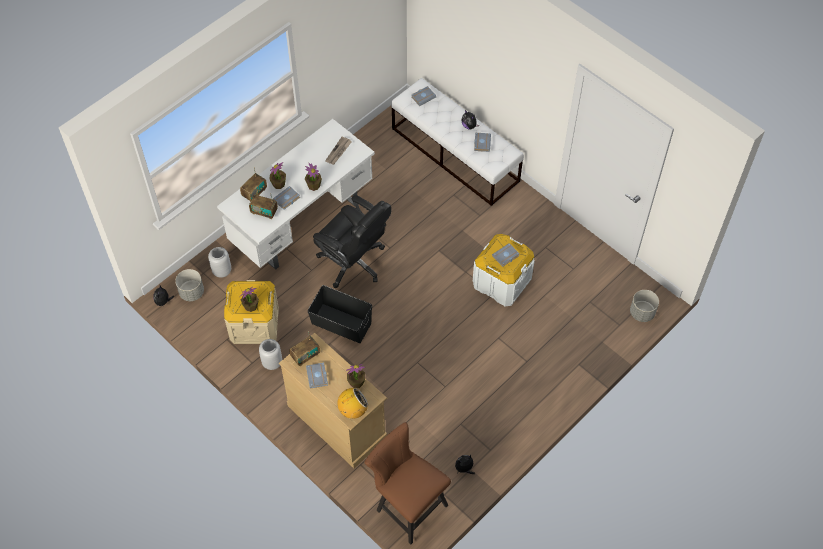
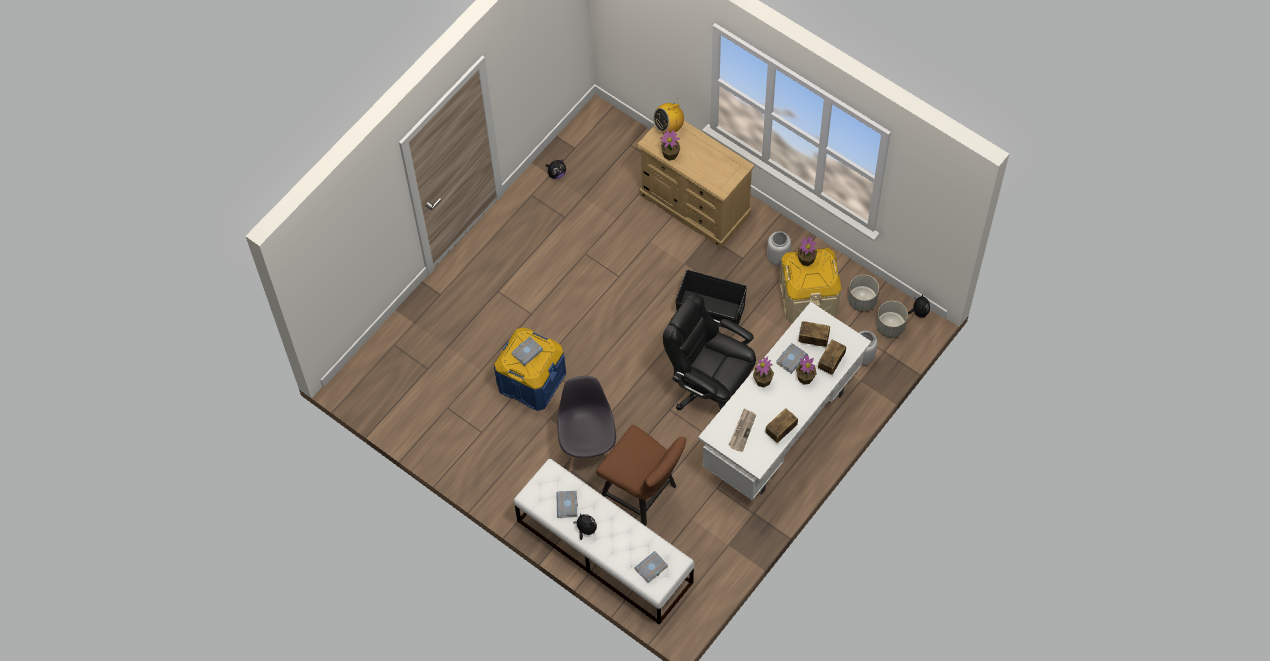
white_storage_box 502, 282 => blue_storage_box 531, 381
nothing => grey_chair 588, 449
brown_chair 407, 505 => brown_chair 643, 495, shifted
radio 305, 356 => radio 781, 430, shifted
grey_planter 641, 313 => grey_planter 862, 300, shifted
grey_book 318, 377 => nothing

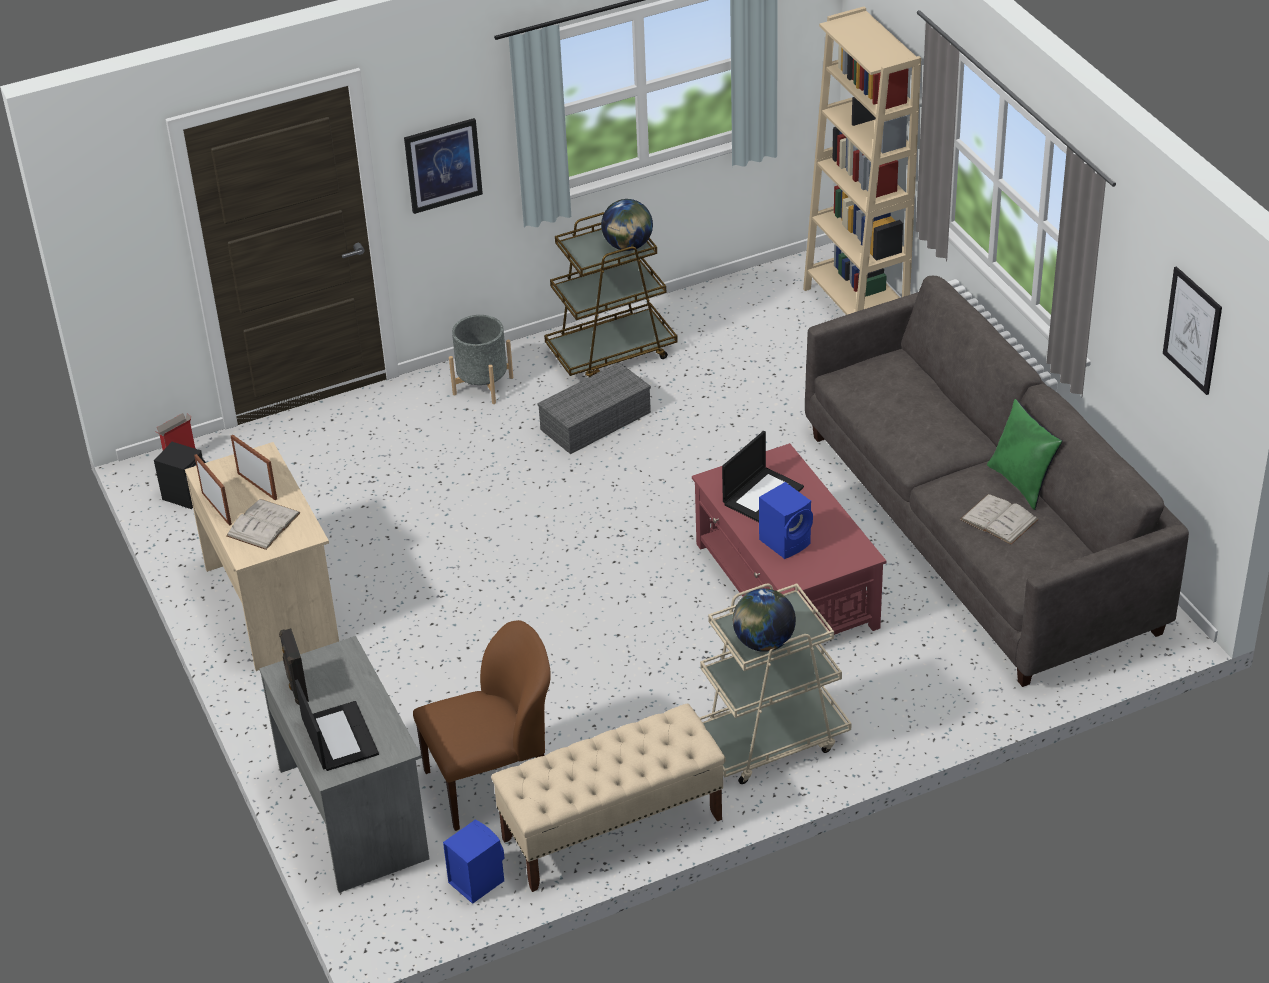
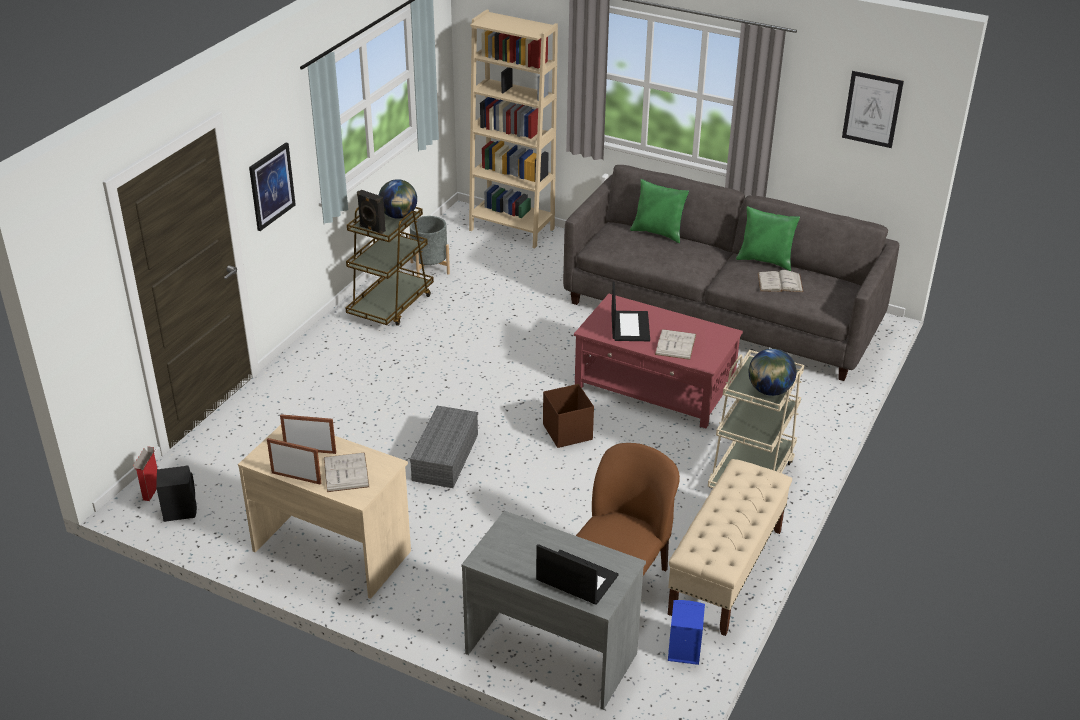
black_speaker 296, 688 => black_speaker 372, 229, shifted
grey_planter 483, 385 => grey_planter 430, 268, shifted
grey_storage_box 596, 420 => grey_storage_box 445, 456, shifted
nothing => brown_storage_box 567, 432
nothing => green_pillow 658, 233
blue_speaker 786, 541 => white_book 675, 344

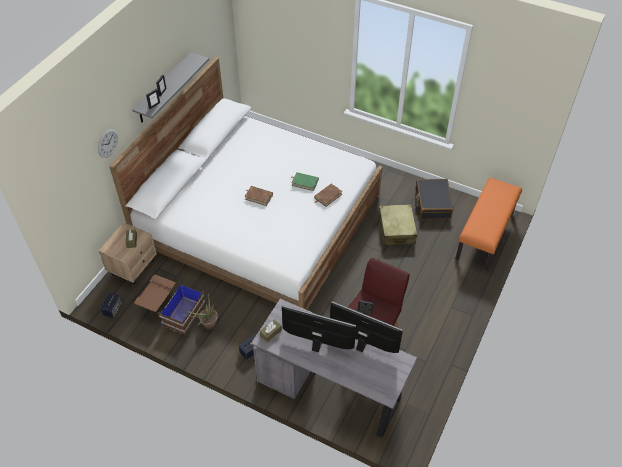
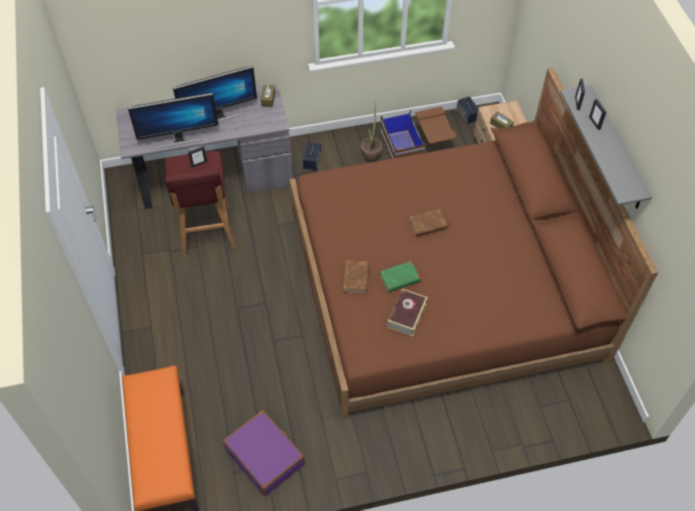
black_suitcase 432, 204 => purple_suitcase 265, 457
white_bed 259, 219 => brown_bed 443, 284
nothing => book 406, 315
wall_clock 107, 143 => nothing
beige_suitcase 396, 230 => nothing

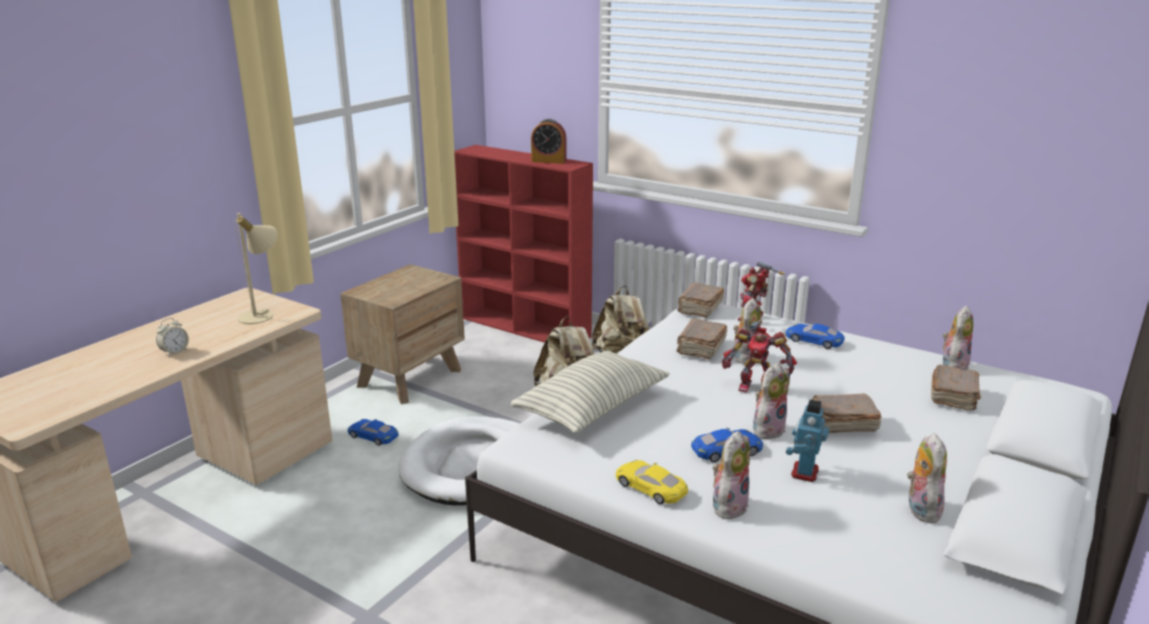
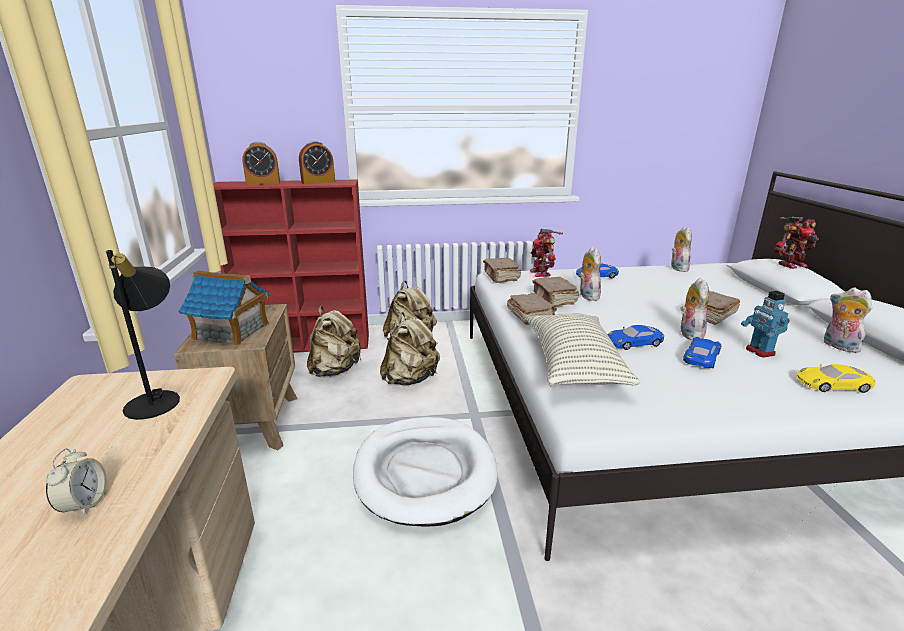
beige_table_lamp 262, 315 => black_table_lamp 158, 399
nothing => toy_house 231, 332
nothing => alarm_clock 263, 183
nothing => beige_backpack 335, 370
brown_book 953, 397 => brown_book 530, 317, shifted
blue_toy_car 373, 436 => blue_toy_car 634, 342, shifted
toy_robot 755, 387 => toy_robot 790, 264, shifted
yellow_toy_car 650, 487 => yellow_toy_car 833, 384, shifted
plush_toy 728, 505 => nothing

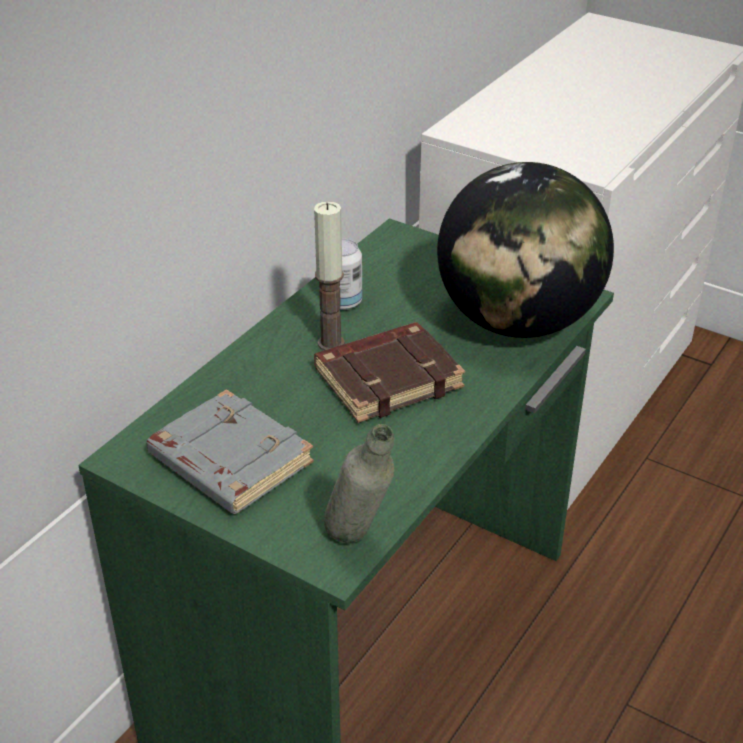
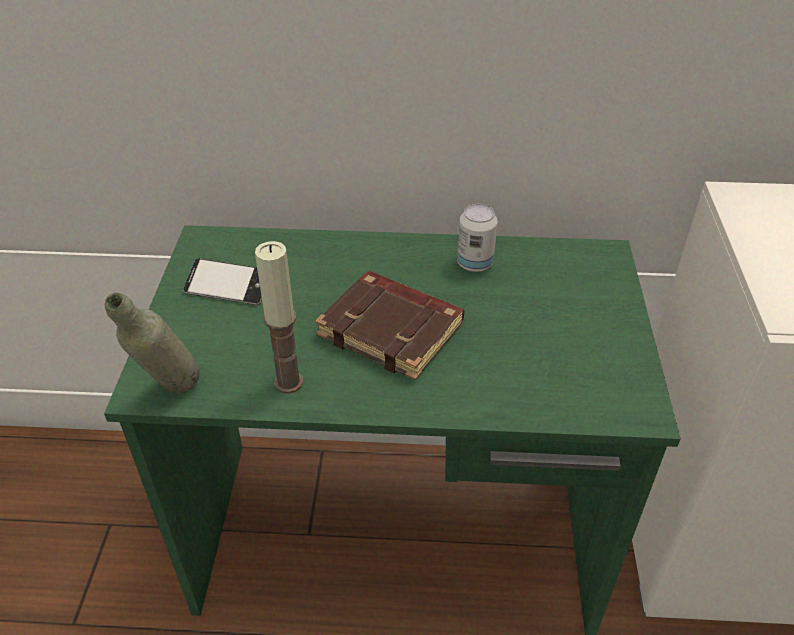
grey_book 228, 461 => phone 228, 287
candle 330, 343 => candle 288, 382, shifted
globe 517, 321 => nothing

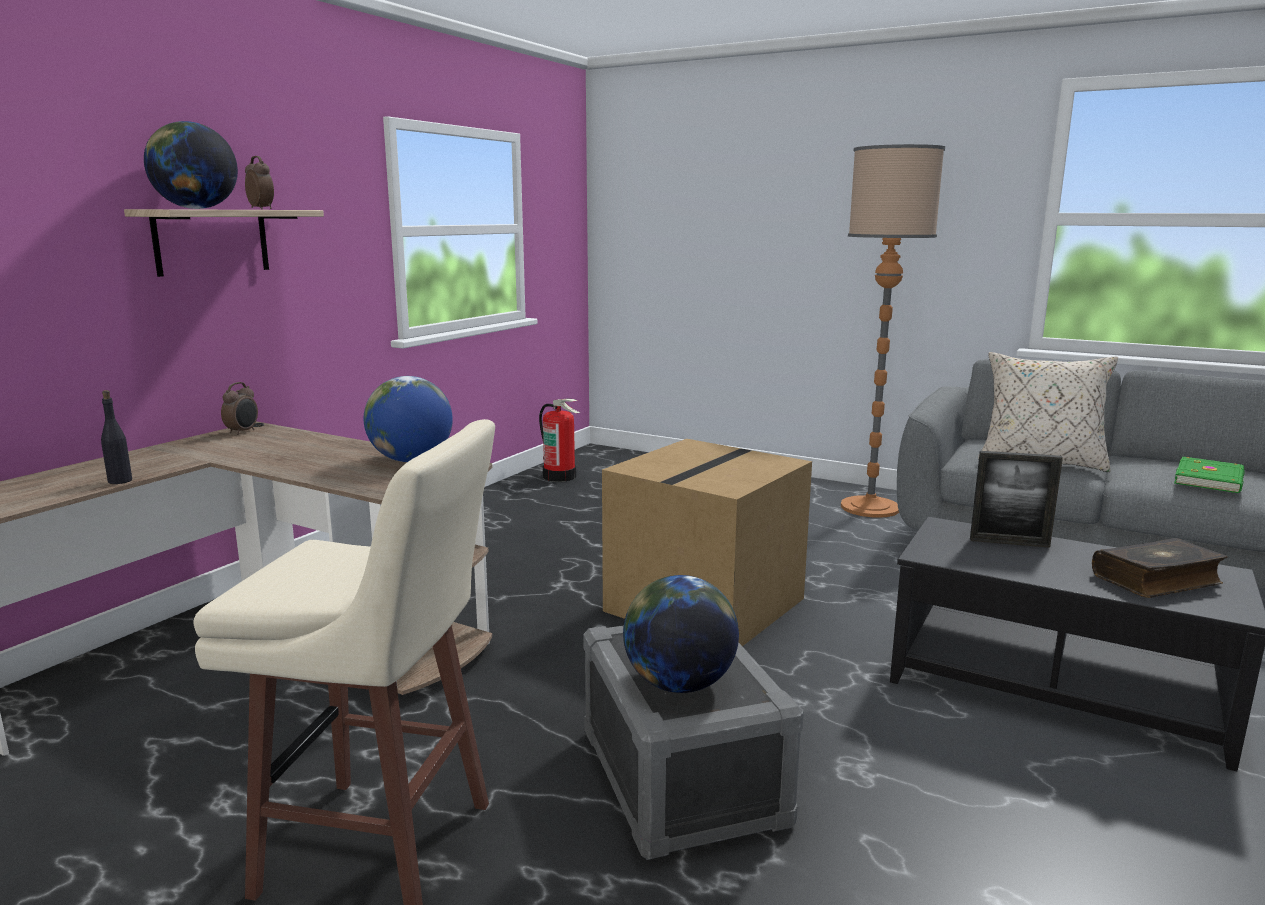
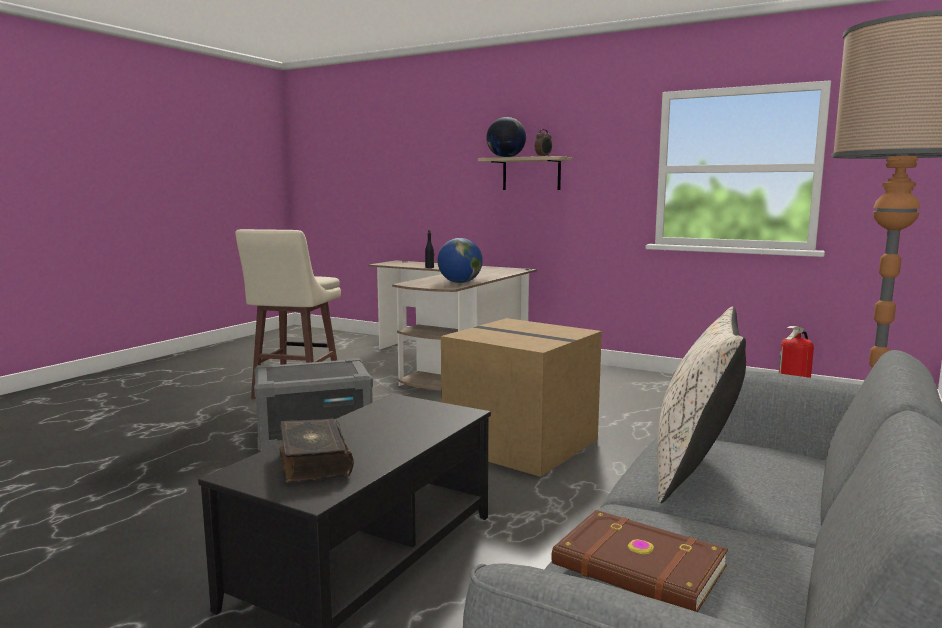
green_book 1210, 479 => brown_book 638, 567
alarm_clock 243, 432 => nothing
globe 679, 684 => nothing
picture_frame 1009, 542 => nothing

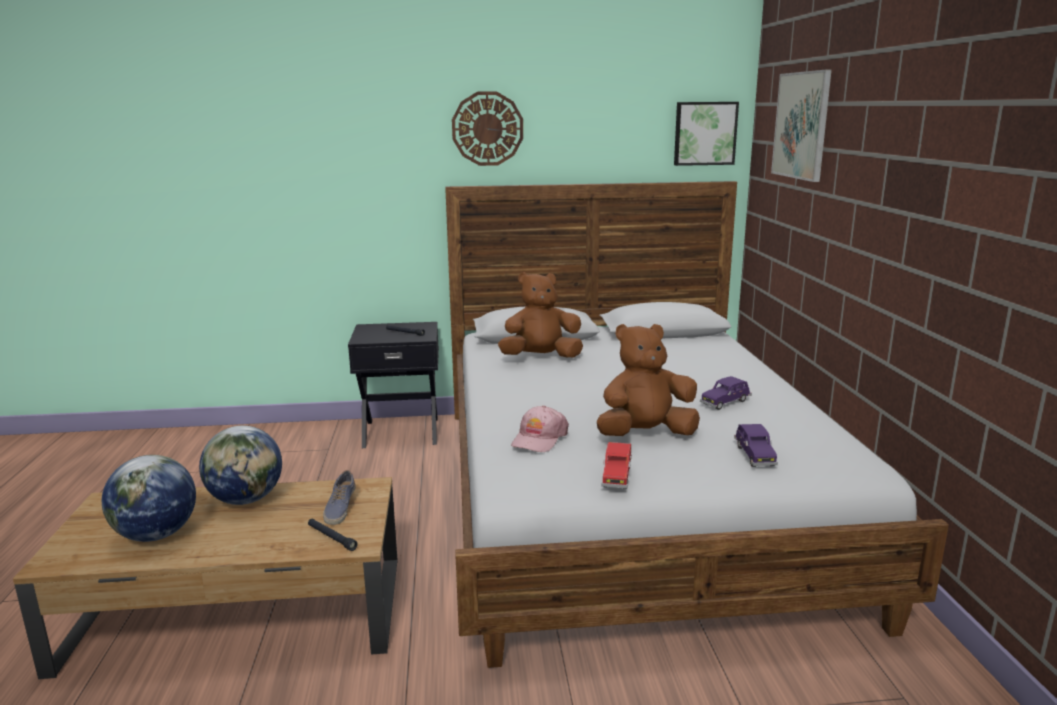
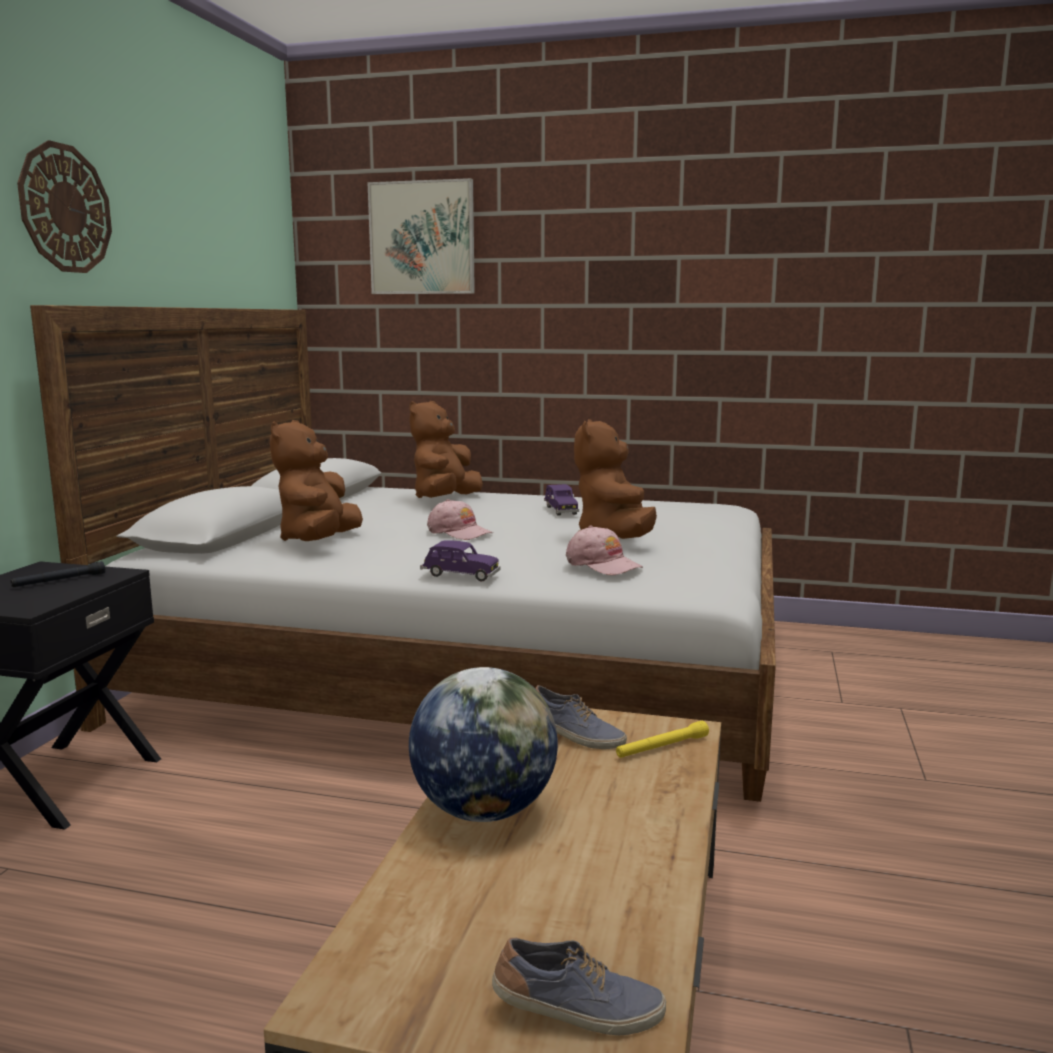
nothing => brown_plush_toy 445, 500
purple_toy_car 754, 455 => purple_toy_car 460, 575, shifted
nothing => pink_cap 459, 532
nothing => shoe 578, 1013
black_flashlight 331, 538 => yellow_flashlight 662, 747
globe 156, 535 => nothing
red_toy_car 617, 476 => nothing
picture 704, 133 => nothing

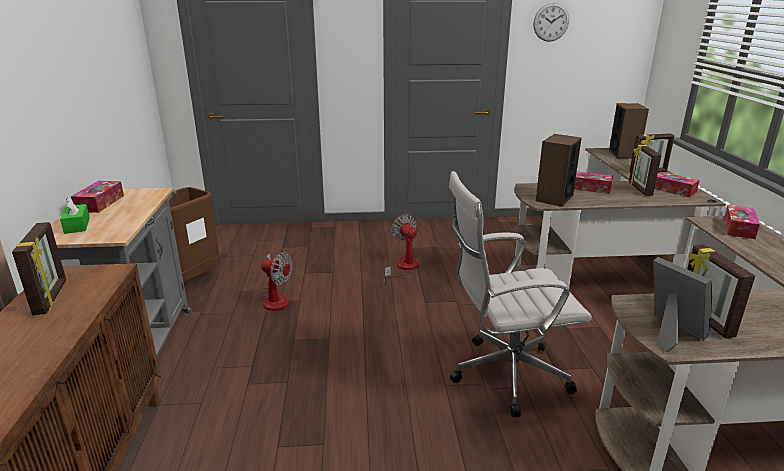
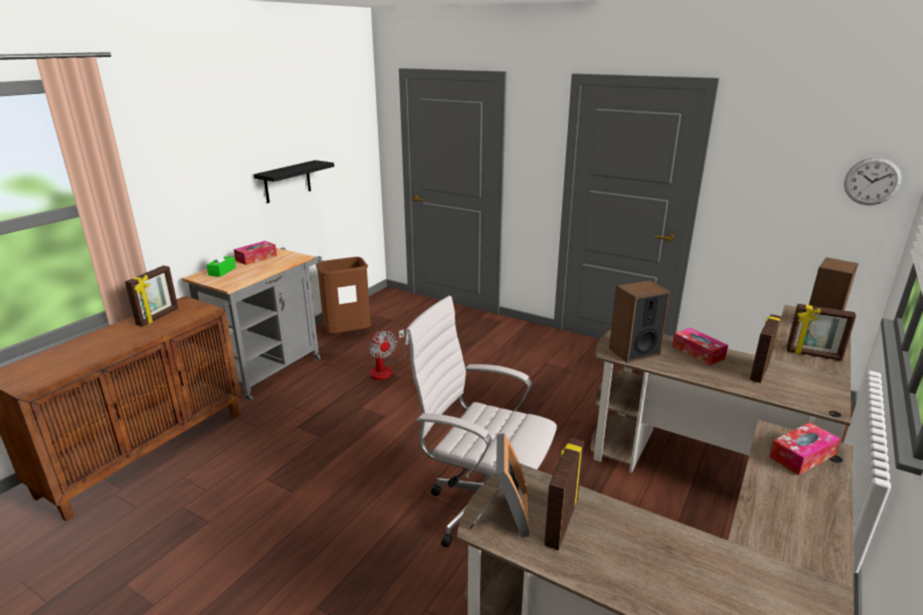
nothing => black_shelf 287, 181
wall_clock 551, 22 => wall_clock 872, 181, shifted
fan 404, 268 => nothing
tissue_box 673, 190 => nothing

